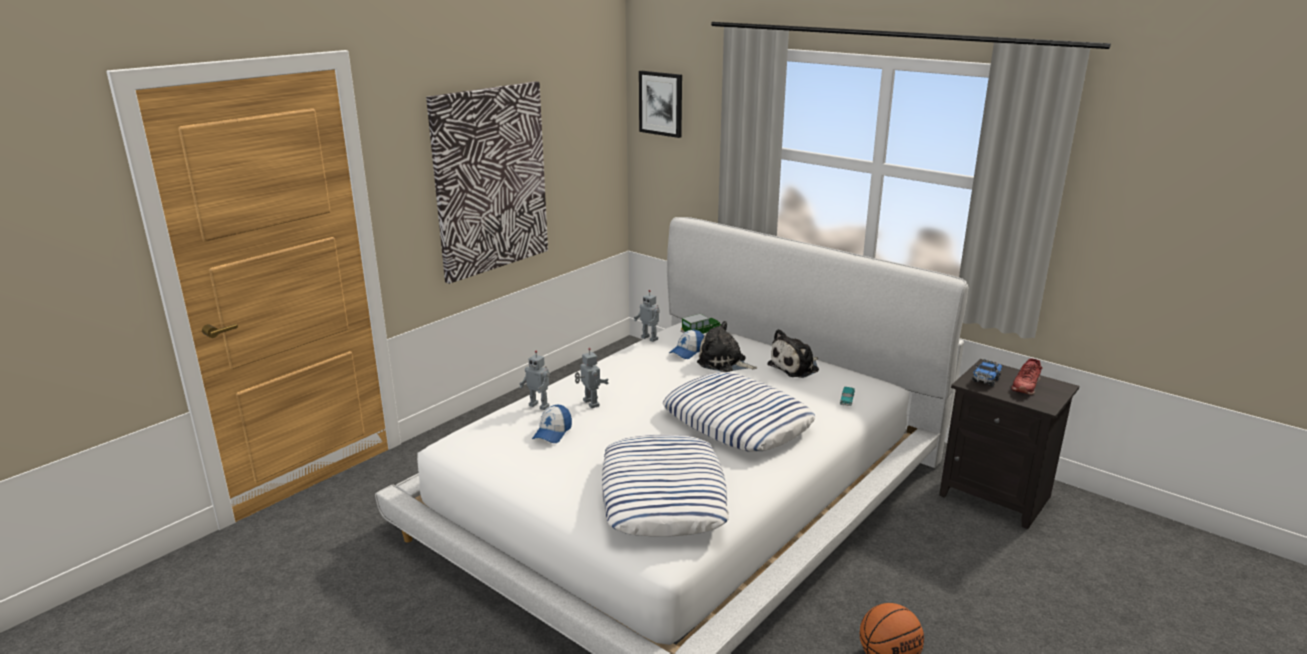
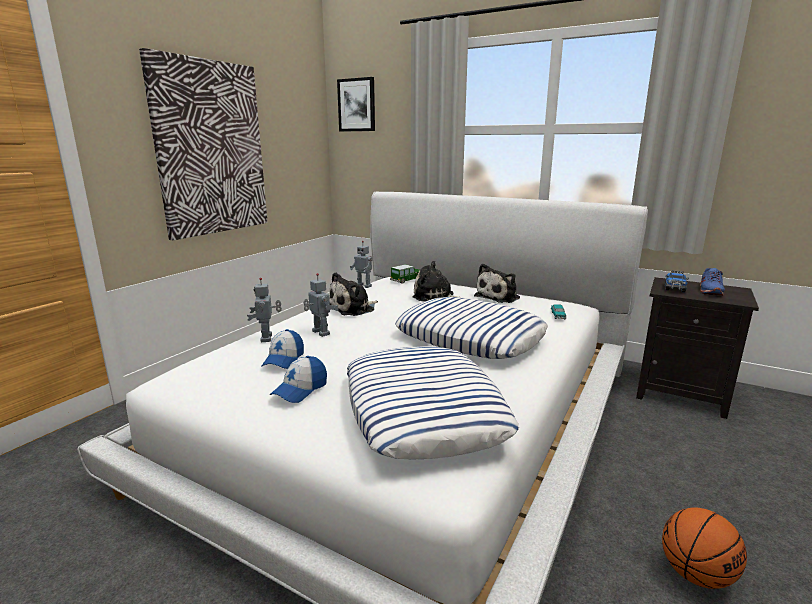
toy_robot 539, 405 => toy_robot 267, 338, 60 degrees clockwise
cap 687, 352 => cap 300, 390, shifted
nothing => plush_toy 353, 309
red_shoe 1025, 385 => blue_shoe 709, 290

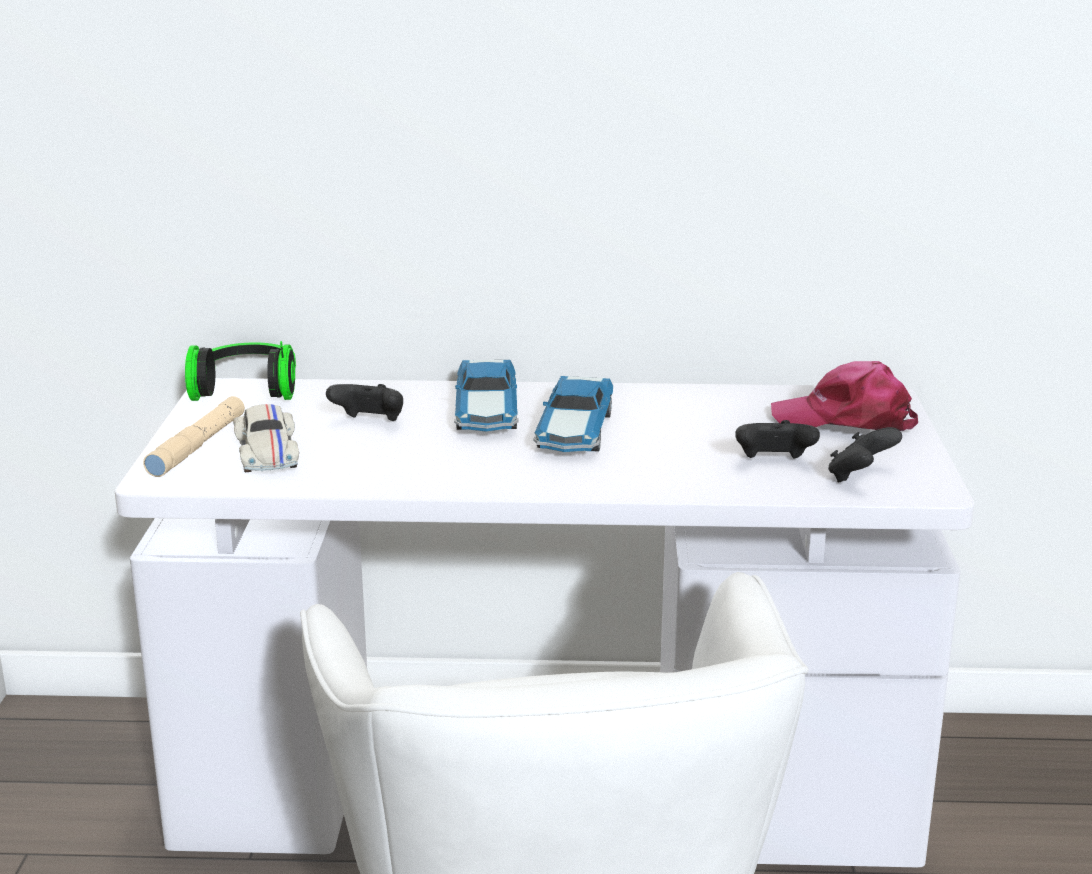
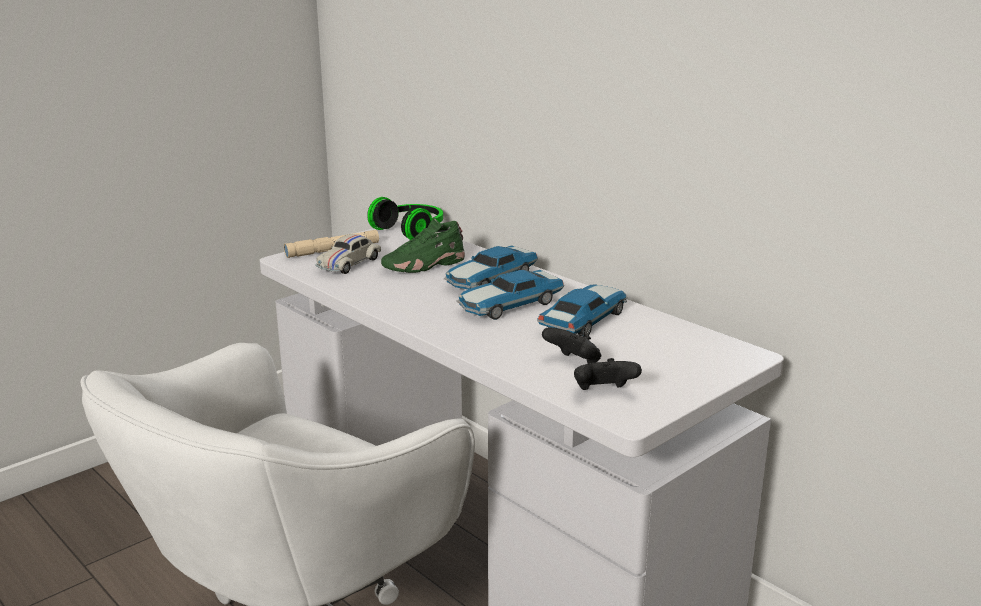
black_game_controller 369, 423 => green_shoe 424, 265
nothing => toy_car 584, 320
pink_cap 845, 420 => nothing

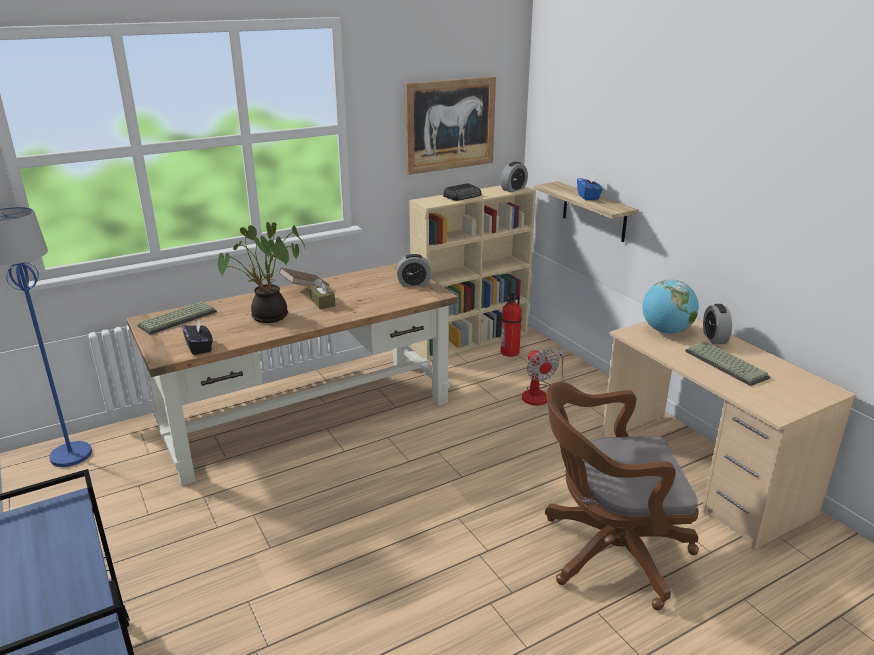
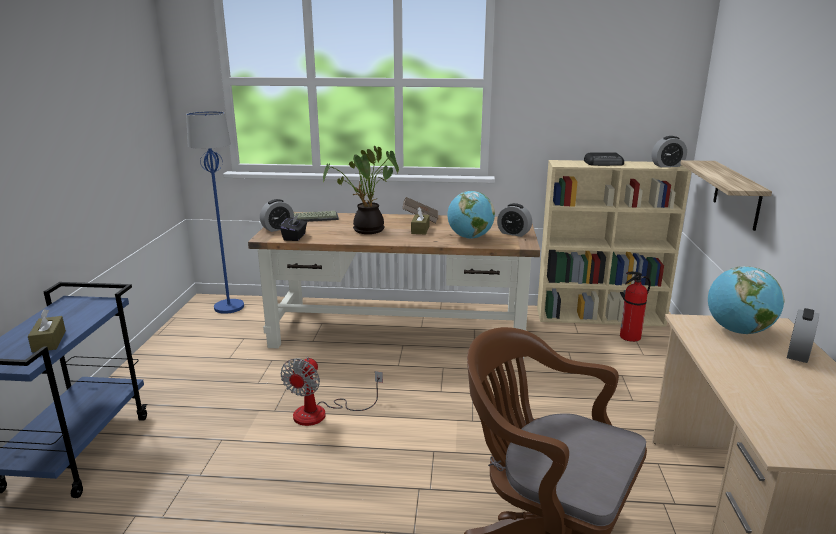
nothing => brown_tissue_box 49, 341
nothing => alarm_clock 278, 228
fan 540, 393 => fan 322, 413, shifted
nothing => globe 470, 237
picture 450, 125 => nothing
blue_tissue_box 588, 197 => nothing
keyboard 727, 364 => nothing

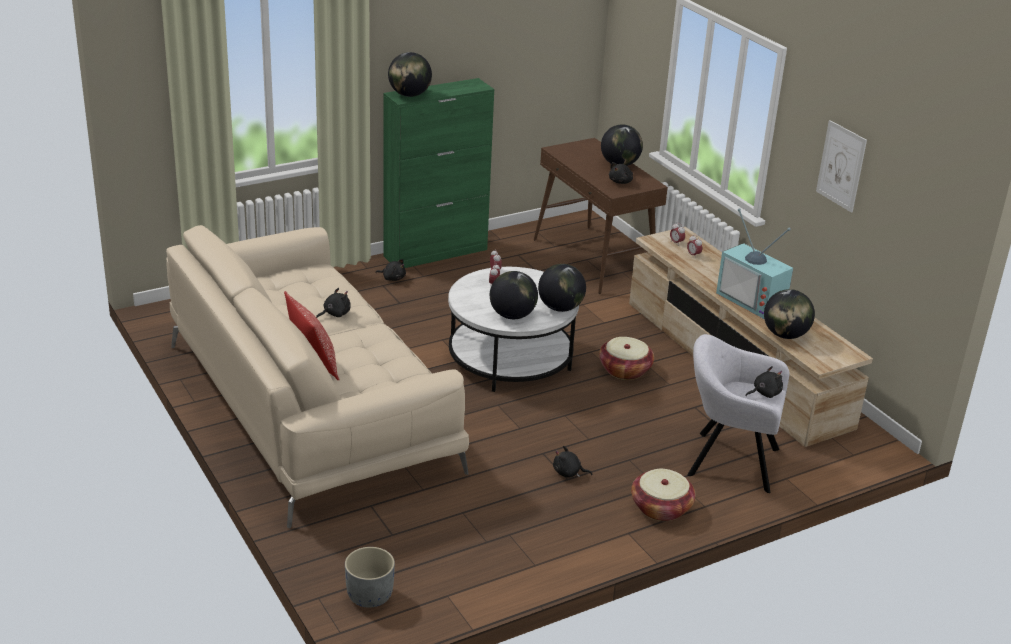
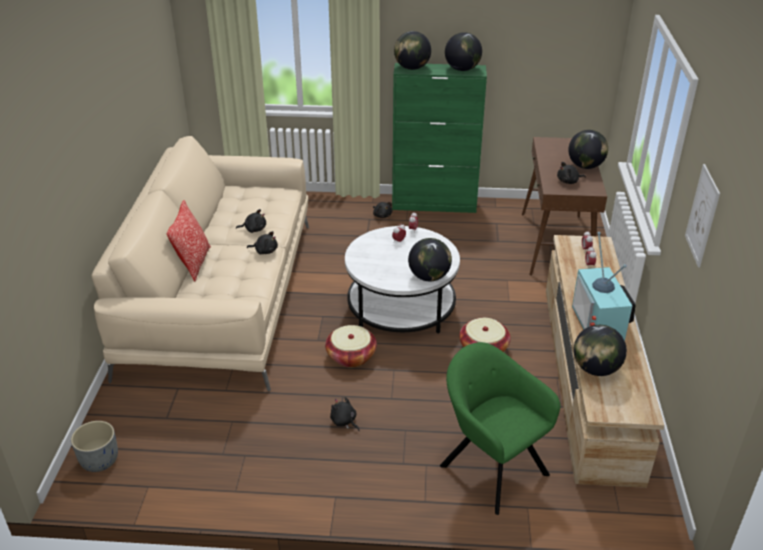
black_plush_toy 764, 393 => black_plush_toy 265, 251, shifted
basket 661, 508 => basket 351, 356, shifted
grey_armchair 728, 460 => green_armchair 490, 467
globe 512, 316 => globe 462, 69, shifted

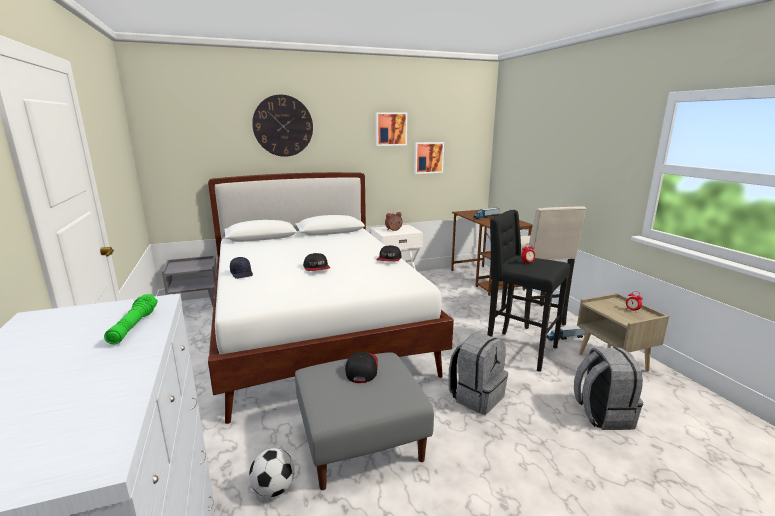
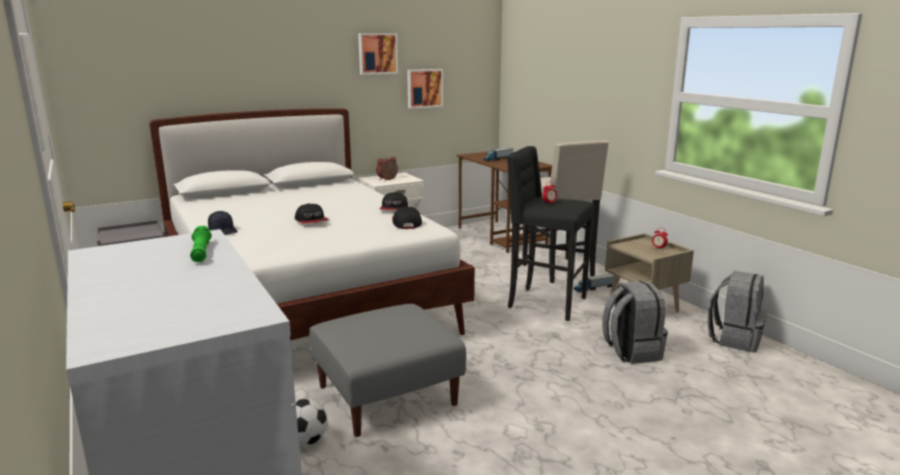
cap 361, 369 => cap 406, 222, shifted
grey_backpack 476, 396 => grey_backpack 734, 339, shifted
wall_clock 283, 126 => nothing

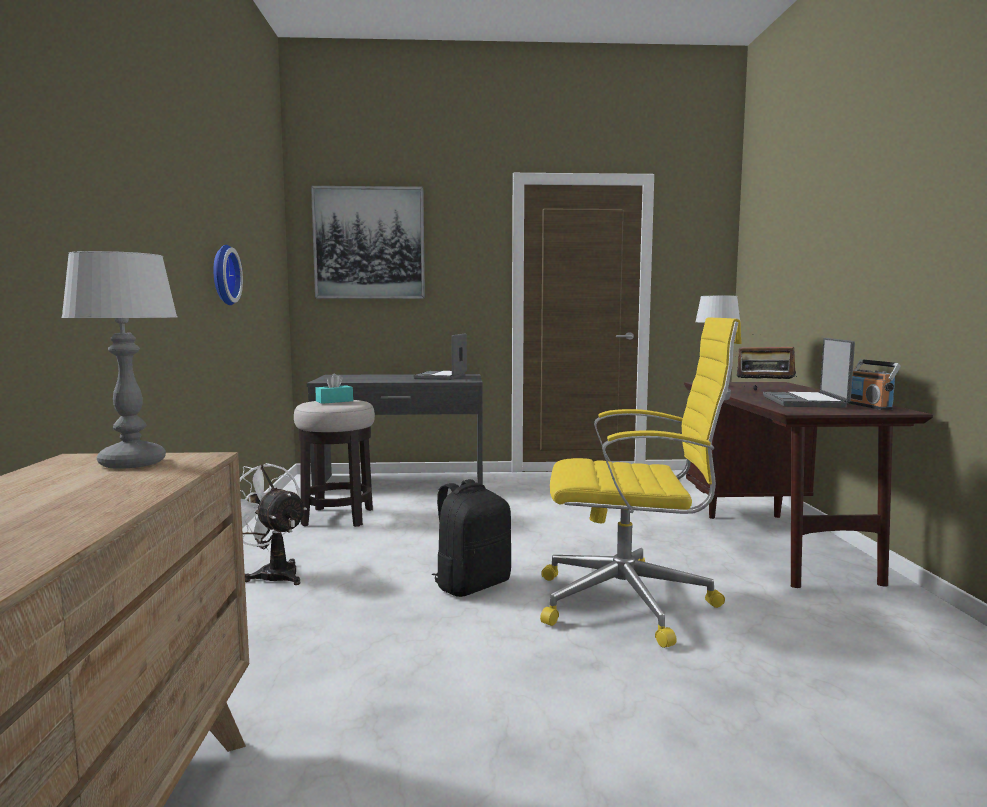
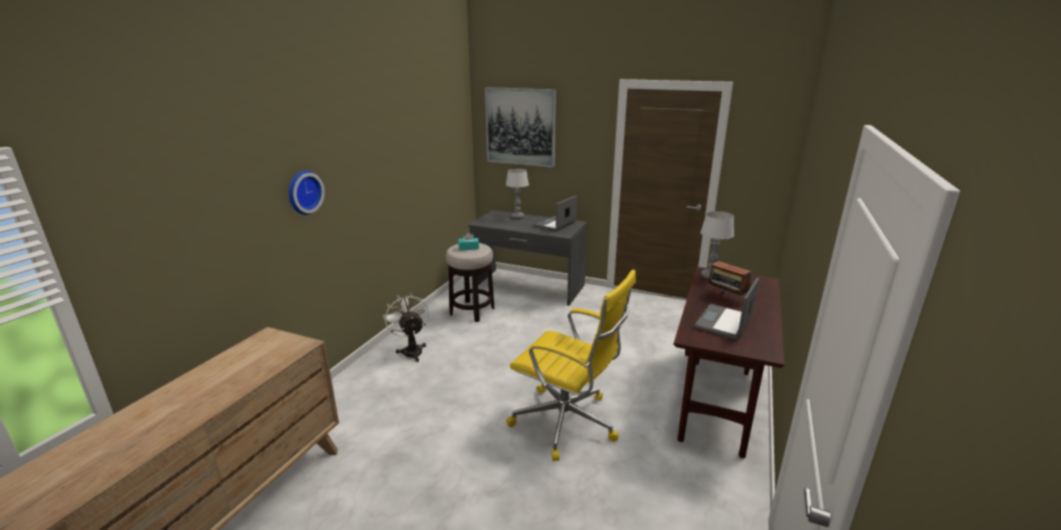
wall_clock 222, 275 => wall_clock 303, 192, shifted
table_lamp 133, 463 => table_lamp 517, 217, shifted
black_backpack 472, 585 => nothing
radio 870, 406 => nothing

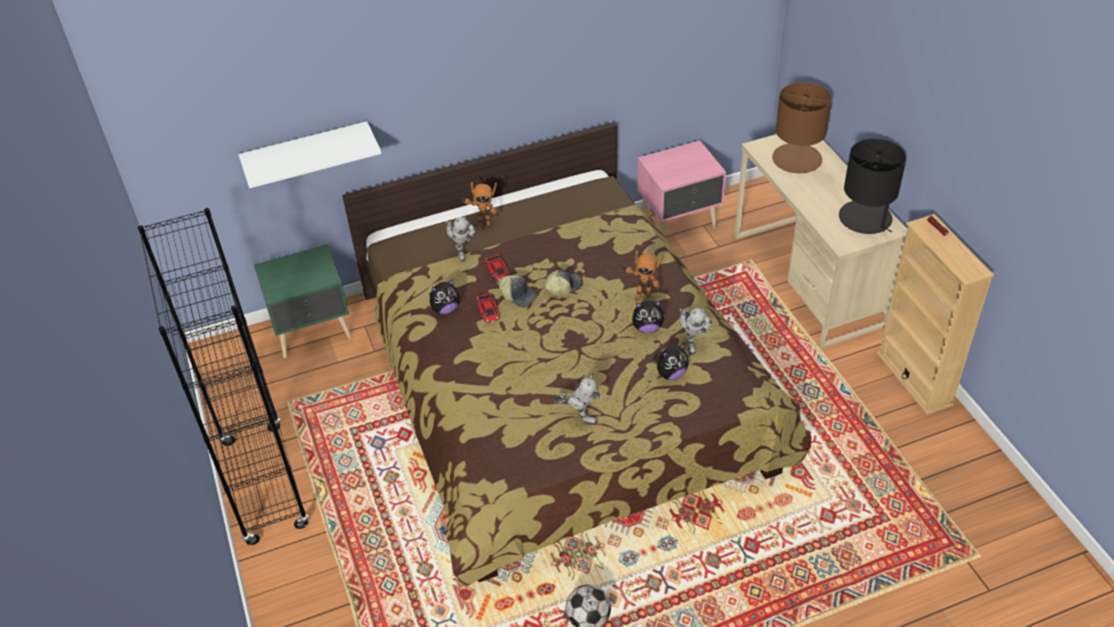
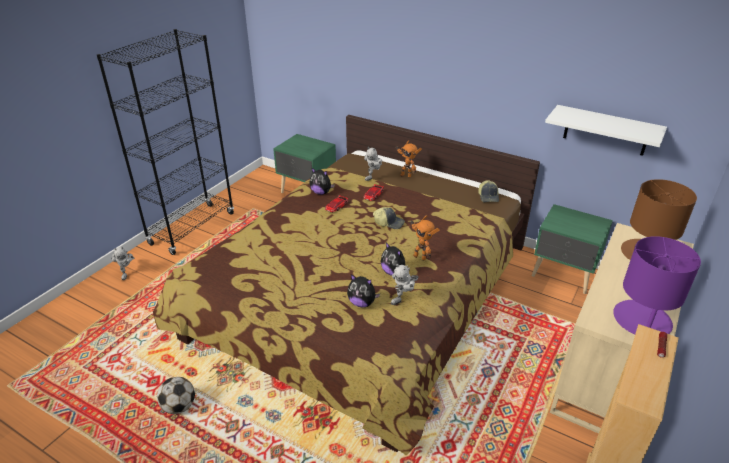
toy_robot 579, 416 => toy_robot 127, 273, shifted
cap 518, 295 => cap 488, 197, shifted
pink_nightstand 679, 224 => green_nightstand 563, 275
white_shelf 307, 154 => white_shelf 606, 130, shifted
black_table_lamp 865, 218 => purple_table_lamp 642, 320

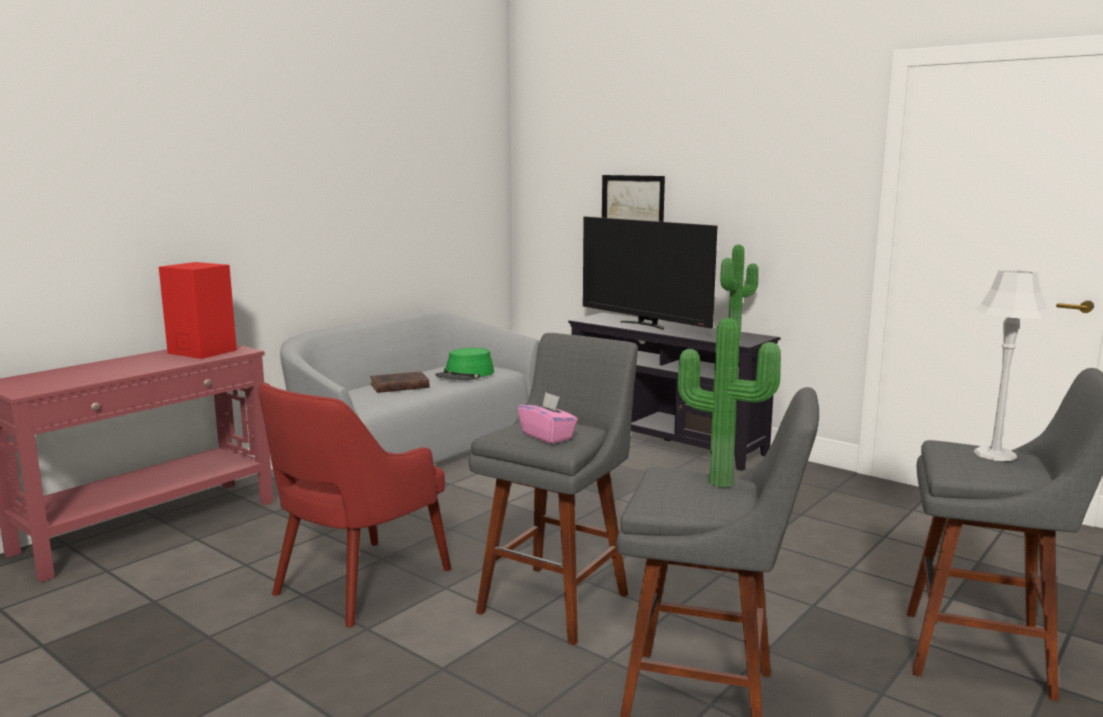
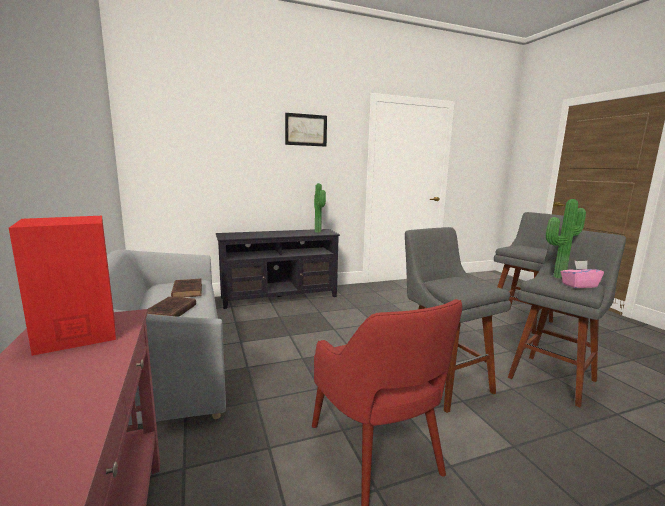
green_hat 465, 374 => brown_book 187, 290
picture 632, 201 => picture 306, 130, shifted
pink_tissue_box 548, 436 => pink_tissue_box 579, 285, shifted
television 645, 325 => nothing
grey_table_lamp 995, 454 => nothing

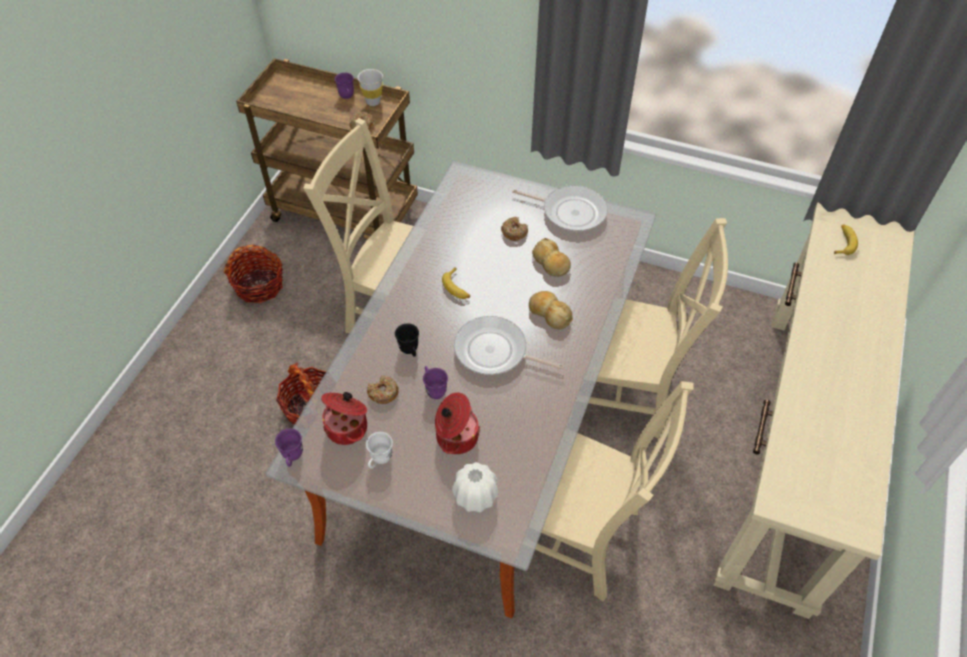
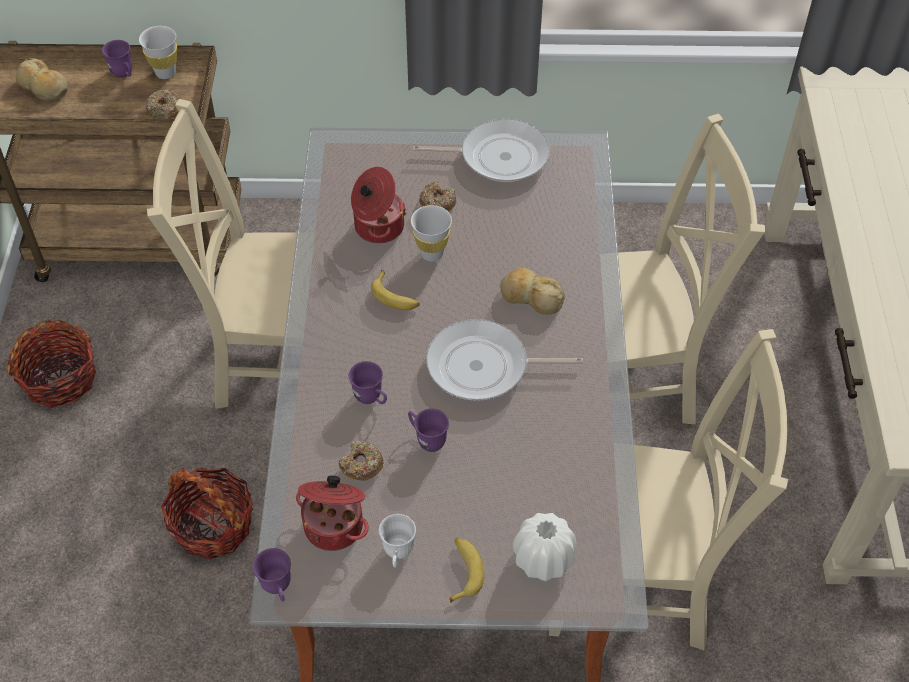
bread 551, 263 => bread 44, 87, shifted
black_mug 410, 351 => purple_mug 371, 399
cooking_pot 455, 436 => cooking_pot 377, 227, shifted
nothing => white_cup 432, 253
banana 843, 242 => banana 463, 571, shifted

